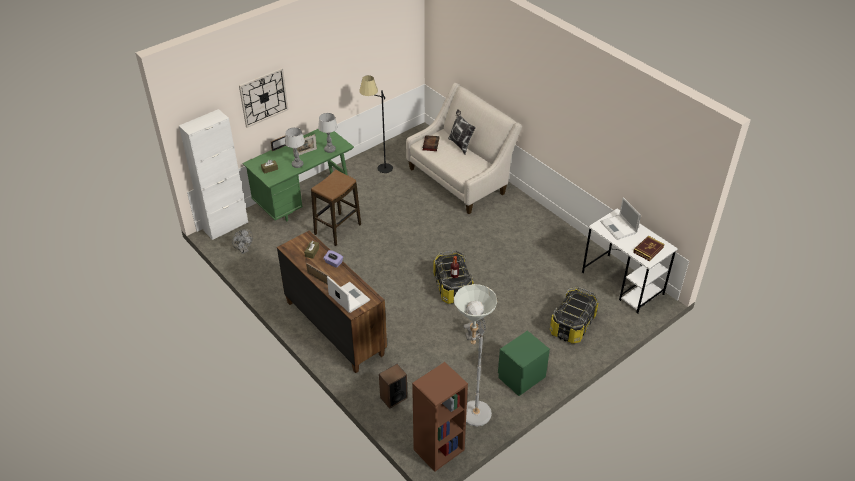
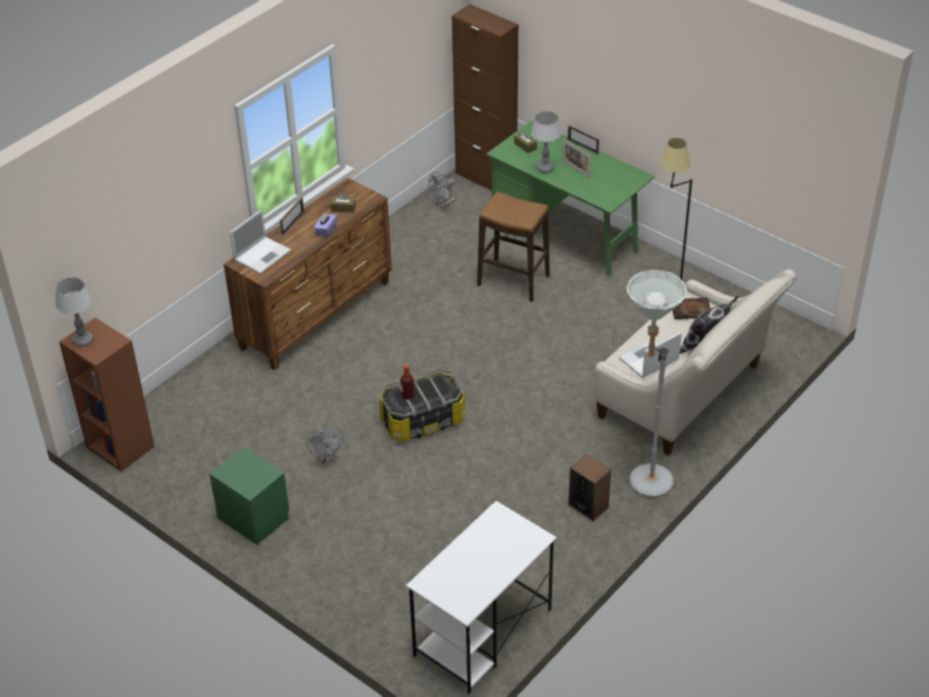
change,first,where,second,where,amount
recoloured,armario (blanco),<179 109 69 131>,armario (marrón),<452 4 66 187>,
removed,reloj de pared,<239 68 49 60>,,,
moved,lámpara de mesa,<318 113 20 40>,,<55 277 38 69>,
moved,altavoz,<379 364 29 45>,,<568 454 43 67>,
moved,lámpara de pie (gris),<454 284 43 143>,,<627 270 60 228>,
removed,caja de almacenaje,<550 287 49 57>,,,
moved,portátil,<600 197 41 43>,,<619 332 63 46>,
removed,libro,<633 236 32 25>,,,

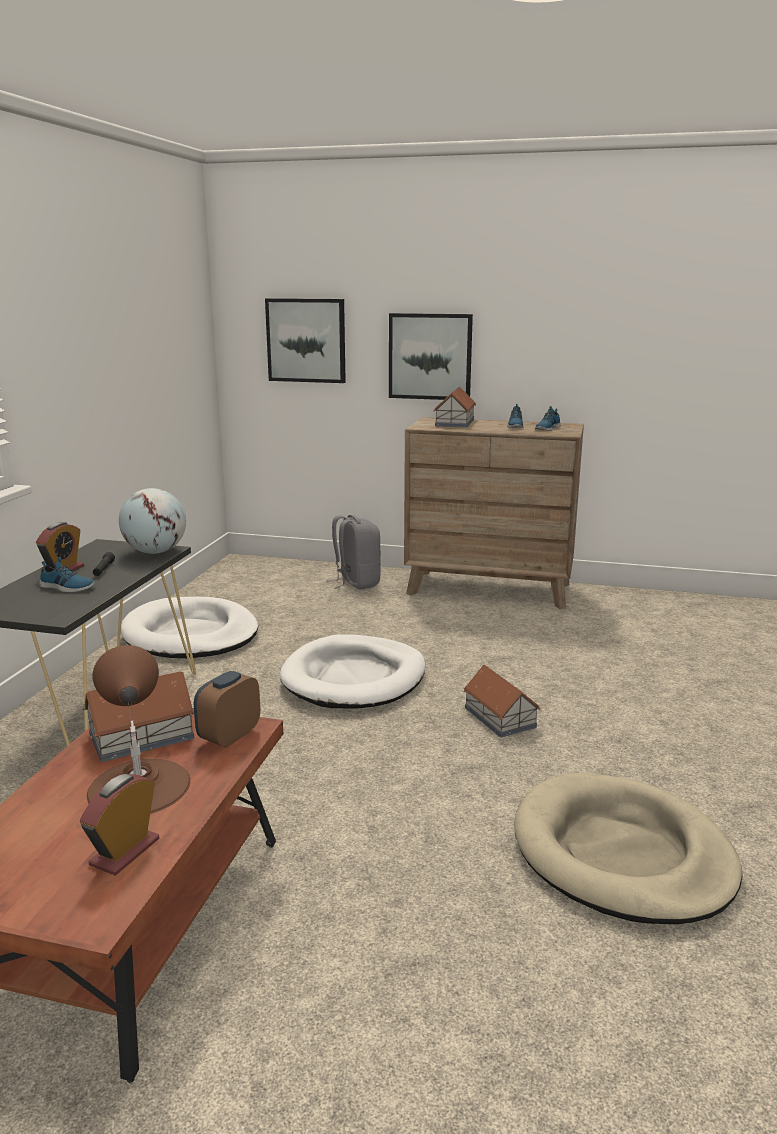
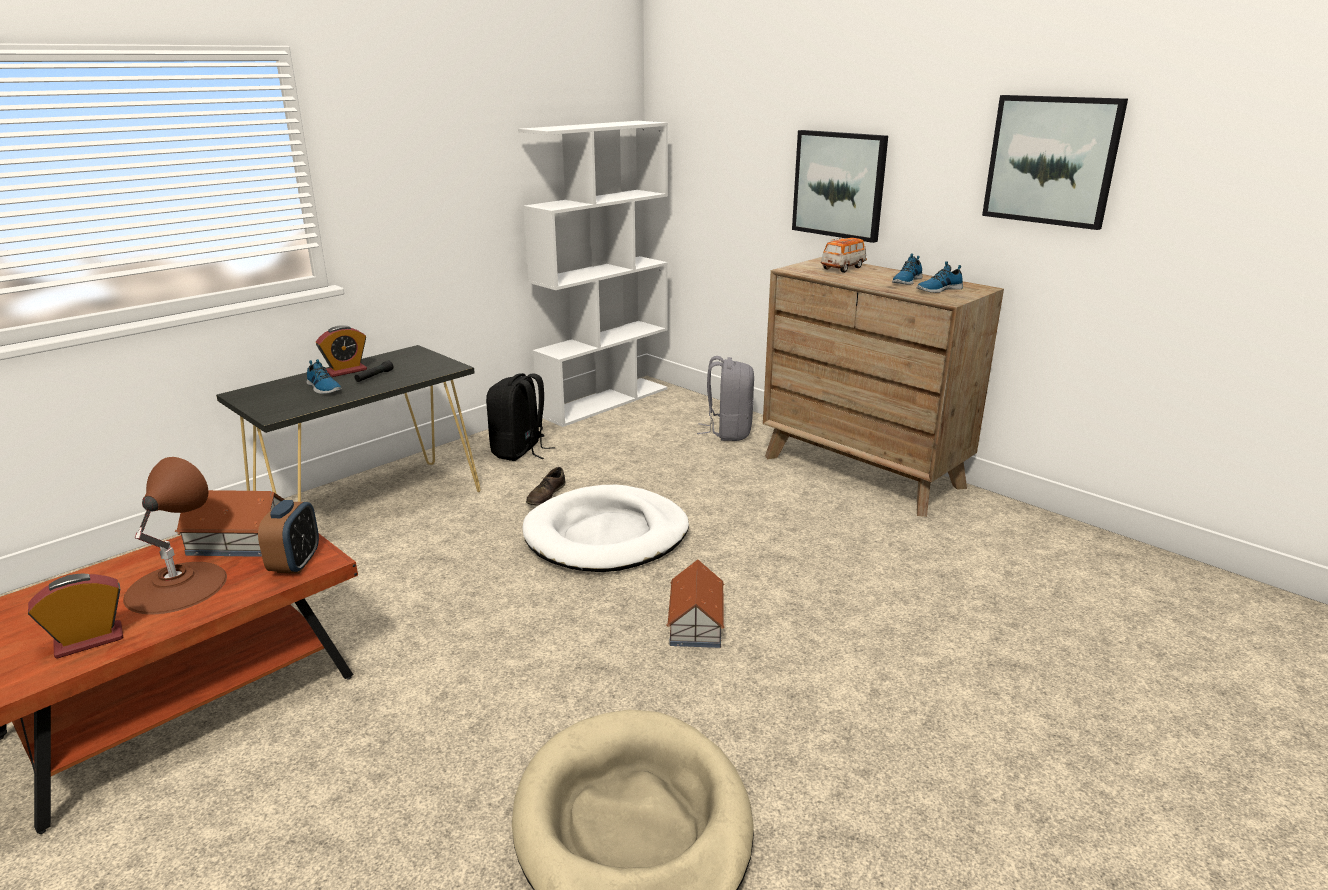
change,first,where,second,where,amount
removed,globo terráqueo,<119 488 67 66>,,,
replaced,cama para perro (blanco),<121 596 137 62>,mochila (negro),<486 373 70 88>,
turned,despertador,<194 671 66 77>,,<258 500 61 74>,120 degrees clockwise
moved,cuadro,<265 298 81 85>,,<982 95 146 135>,
replaced,casita,<434 386 42 42>,coche de juguete,<821 238 46 35>,
added,,,estantería (blanco),<518 121 150 306>,
added,,,zapato (marrón),<526 467 39 39>,

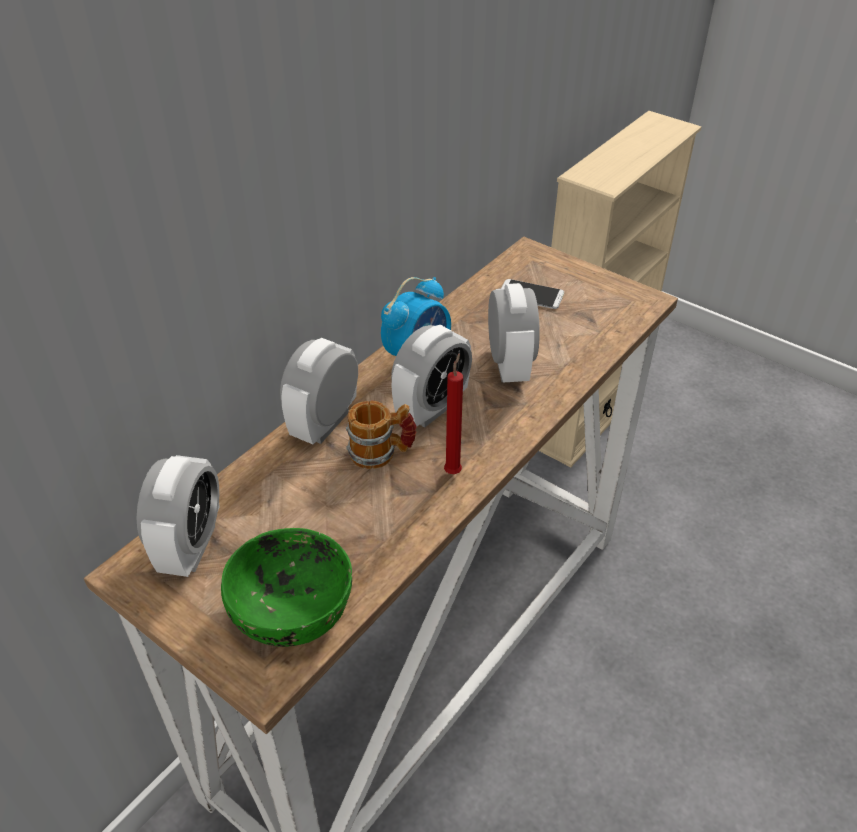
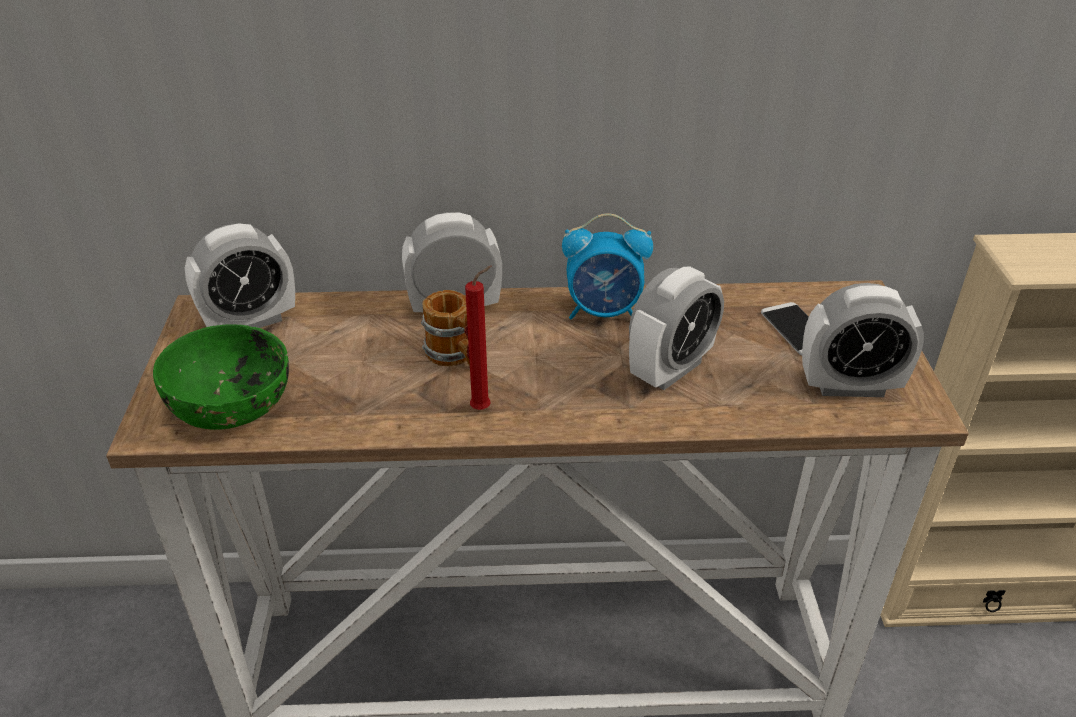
change,first,where,second,where,amount
moved,despertador,<391 325 81 103>,,<802 283 122 114>,

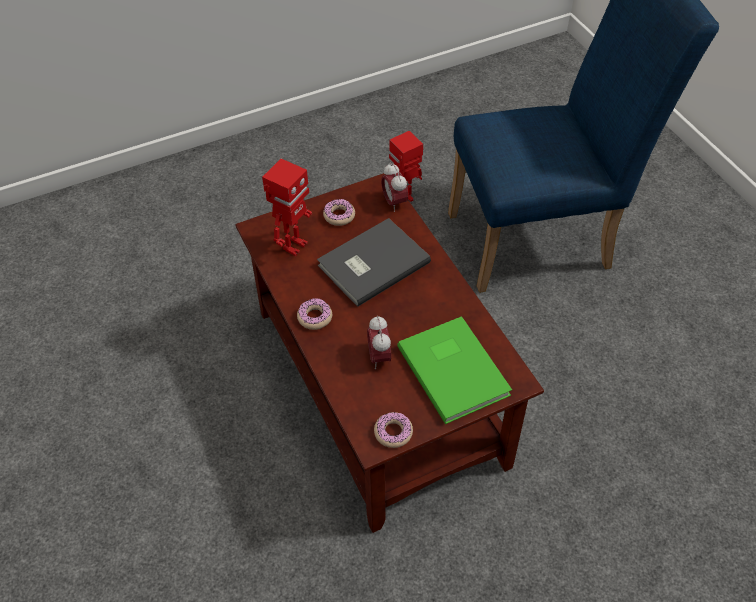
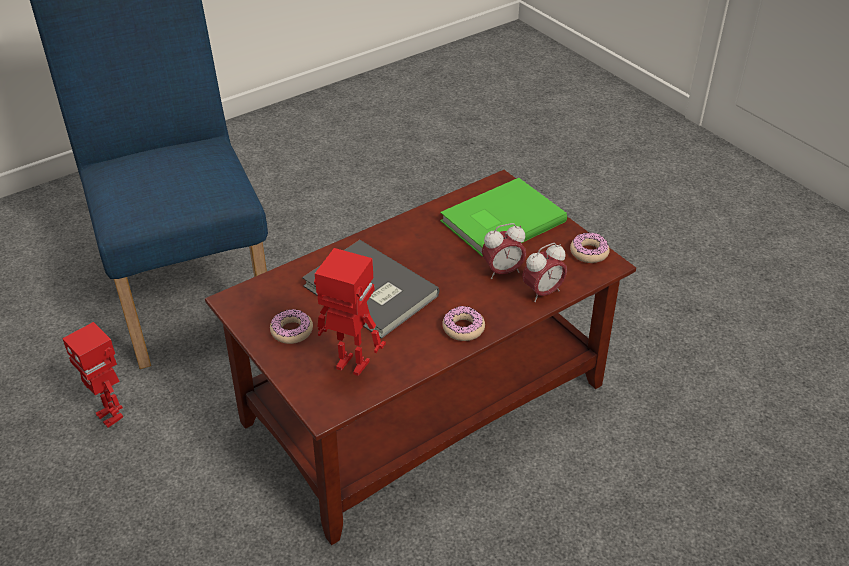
change,first,where,second,where,amount
moved,despertador,<381 163 27 49>,,<522 243 45 59>,

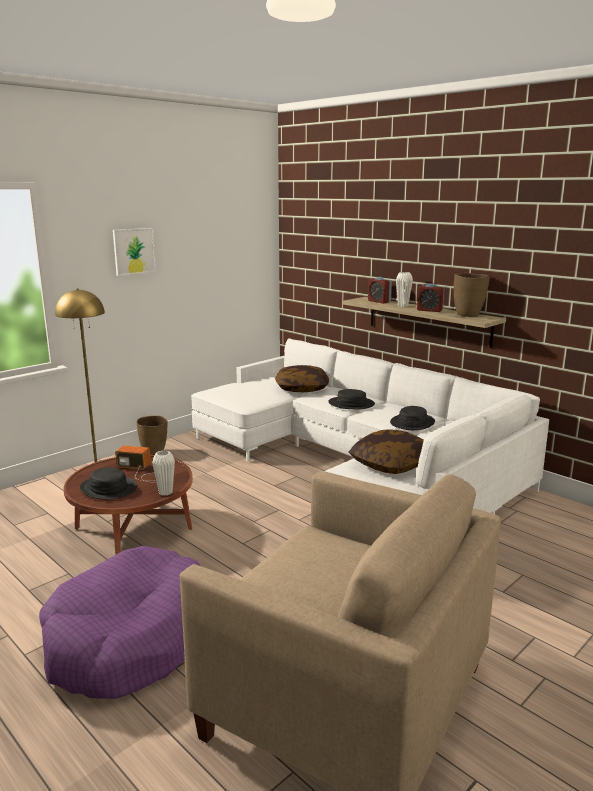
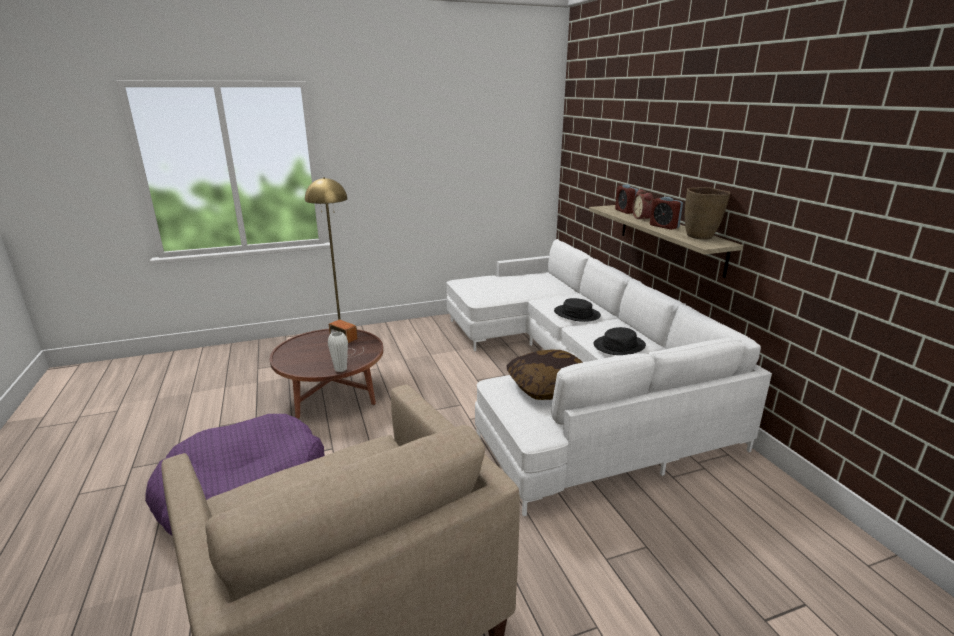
change,first,where,second,where,amount
removed,sombrero (negro),<80 467 57 33>,,,
removed,cuadro,<113 228 43 48>,,,
removed,florero (marrón),<136 415 31 40>,,,
removed,cojín,<275 365 54 27>,,,
replaced,florero (blanco),<396 272 17 35>,despertador,<632 189 22 32>,

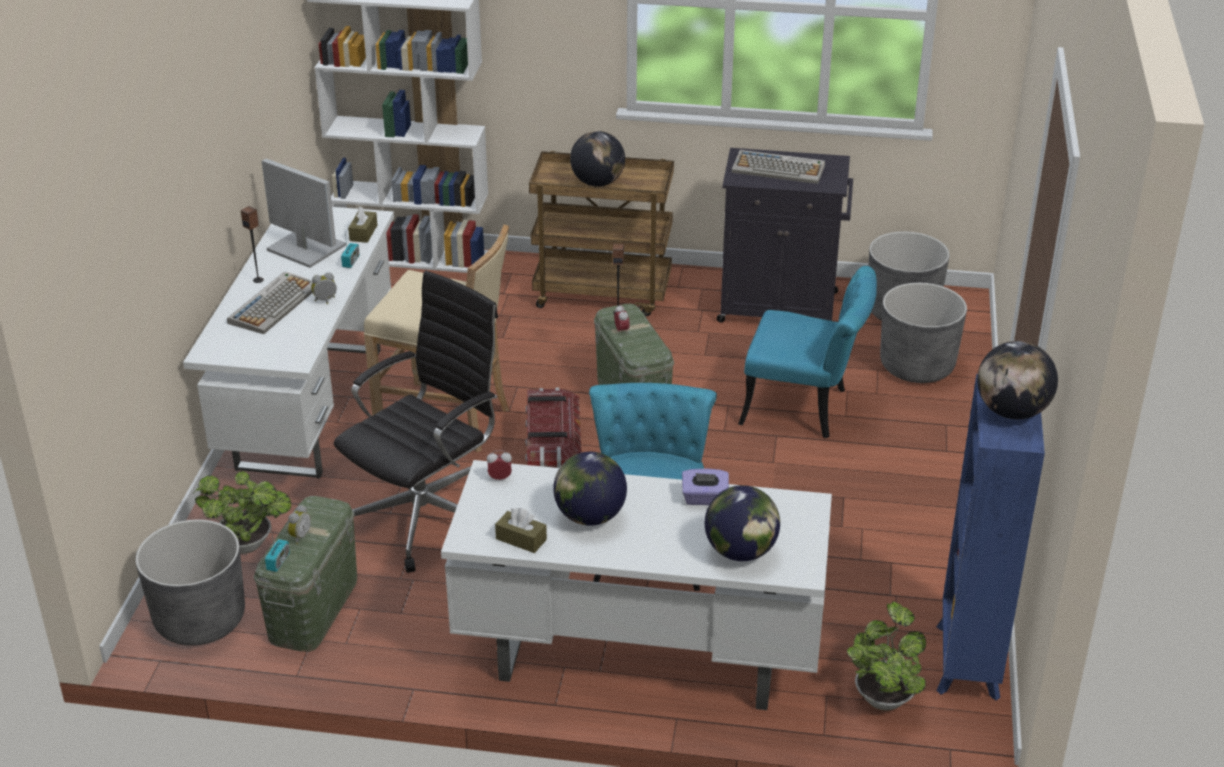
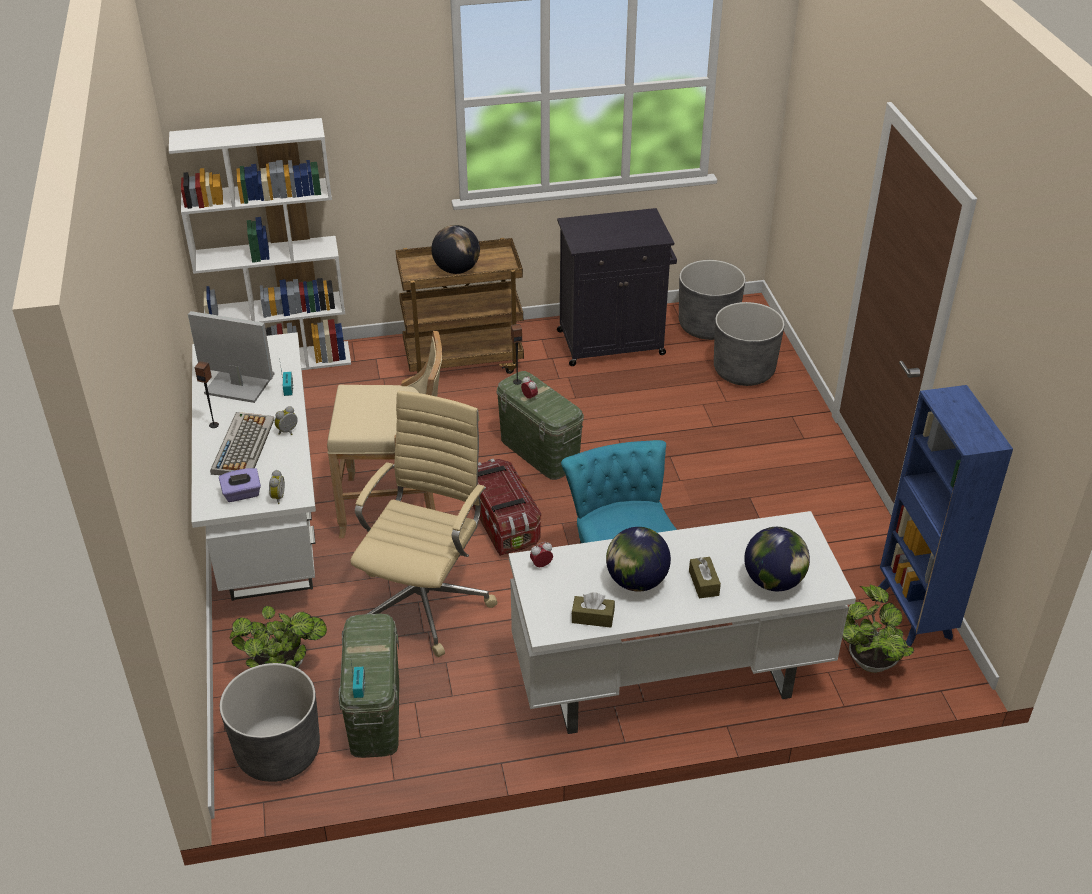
change,first,where,second,where,amount
moved,despertador,<287 505 24 39>,,<269 470 16 34>,
recoloured,silla de oficina (negro),<334 271 164 302>,silla de oficina (beis),<350 391 148 266>,
moved,caja de pañuelos (marrón),<348 206 29 37>,,<689 557 32 42>,
moved,caja de pañuelos (morado),<682 468 47 37>,,<219 468 42 34>,
removed,teclado,<732 150 93 34>,,,
removed,silla (turquesa),<738 266 139 172>,,,
removed,globo terráqueo,<977 341 81 78>,,,

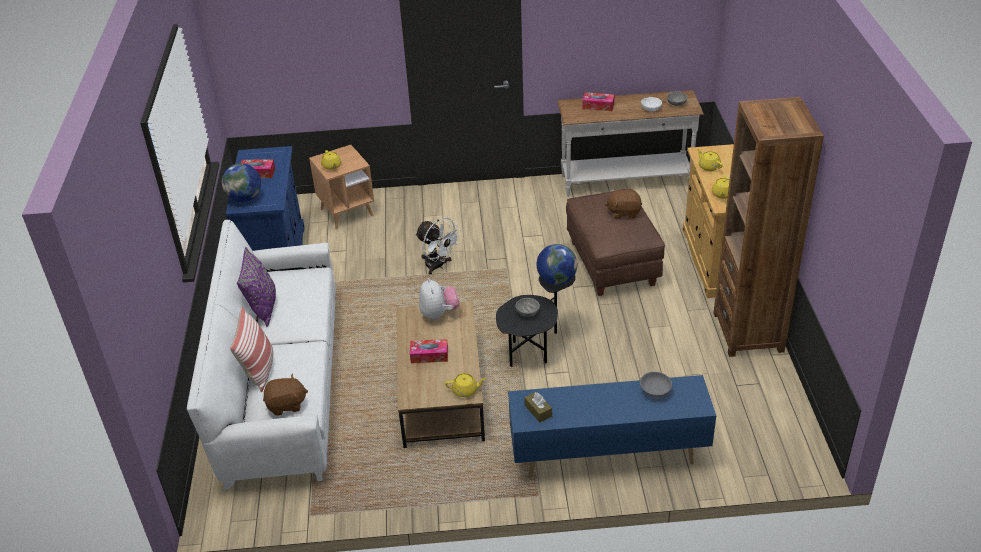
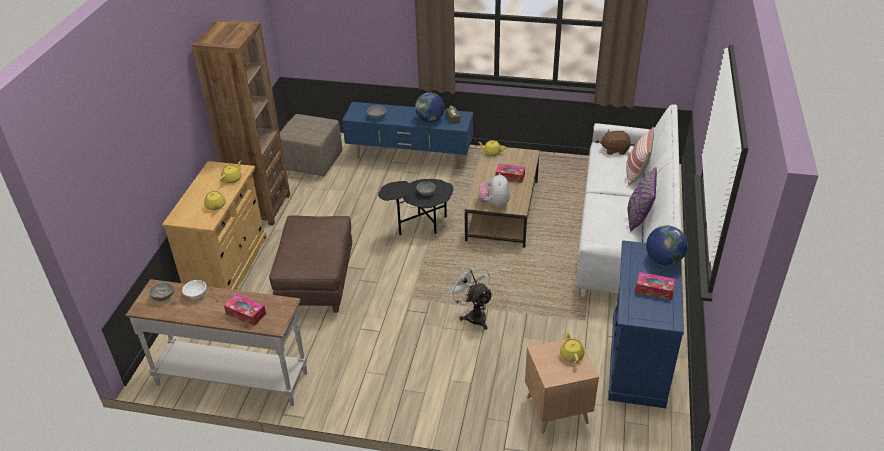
change,first,where,second,where,amount
moved,globo terráqueo,<536 244 41 41>,,<415 93 30 29>,
removed,peluche (marrón),<605 188 37 31>,,,
added,,,puf (beis),<280 114 63 62>,

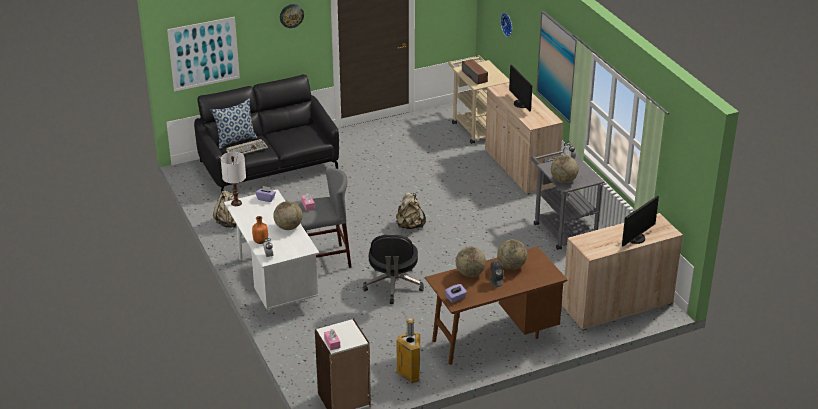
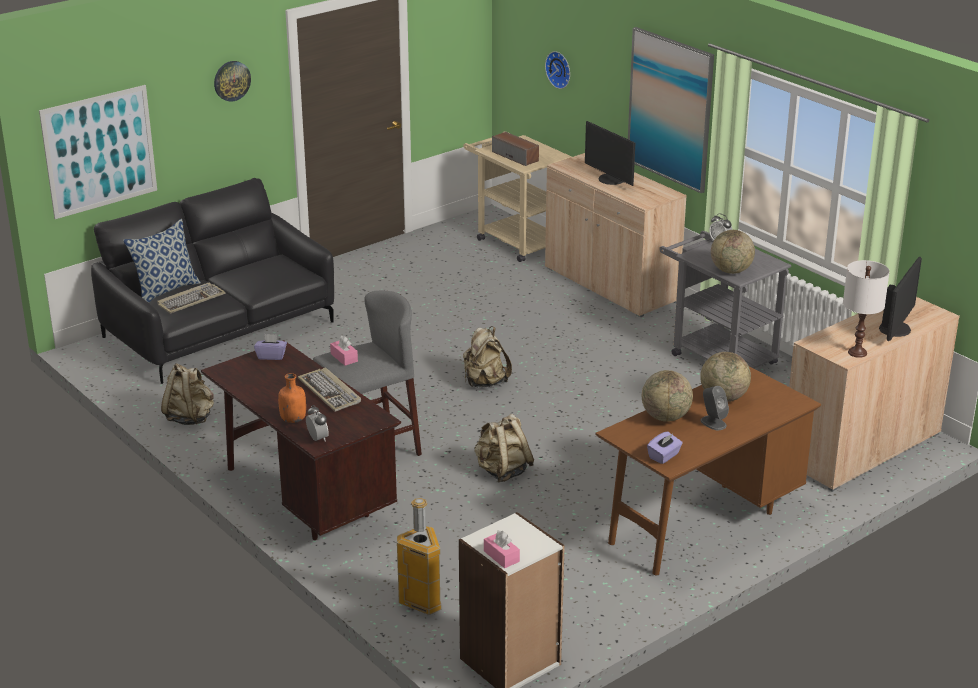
change,first,where,second,where,amount
moved,lámpara de mesa (blanco),<221 152 25 54>,,<843 260 47 98>,
recoloured,escritorio (blanco),<224 189 95 122>,escritorio (marrón),<201 340 200 200>,
replaced,globo terráqueo,<273 201 29 29>,teclado,<298 367 63 45>,
replaced,silla de oficina (negro),<363 235 61 69>,mochila (beis),<474 414 60 68>,
moved,papelera,<397 317 23 66>,,<397 498 45 117>,

